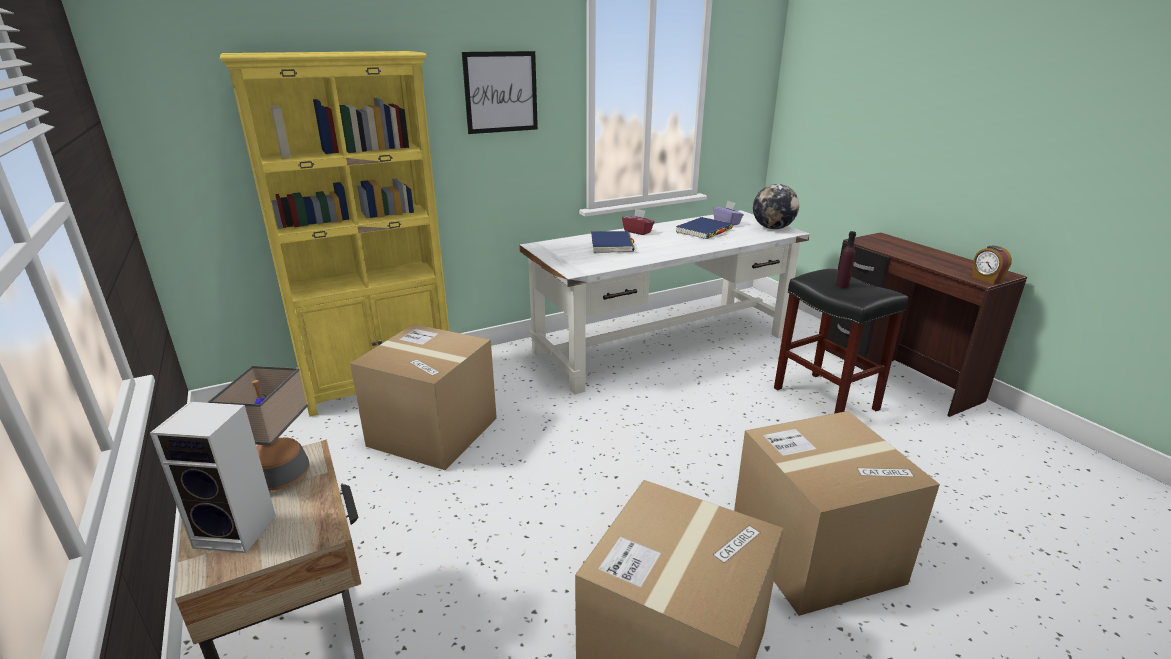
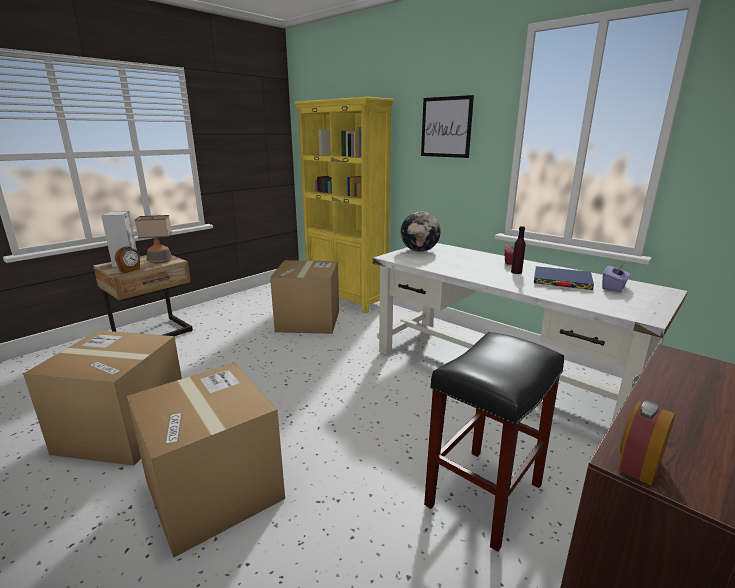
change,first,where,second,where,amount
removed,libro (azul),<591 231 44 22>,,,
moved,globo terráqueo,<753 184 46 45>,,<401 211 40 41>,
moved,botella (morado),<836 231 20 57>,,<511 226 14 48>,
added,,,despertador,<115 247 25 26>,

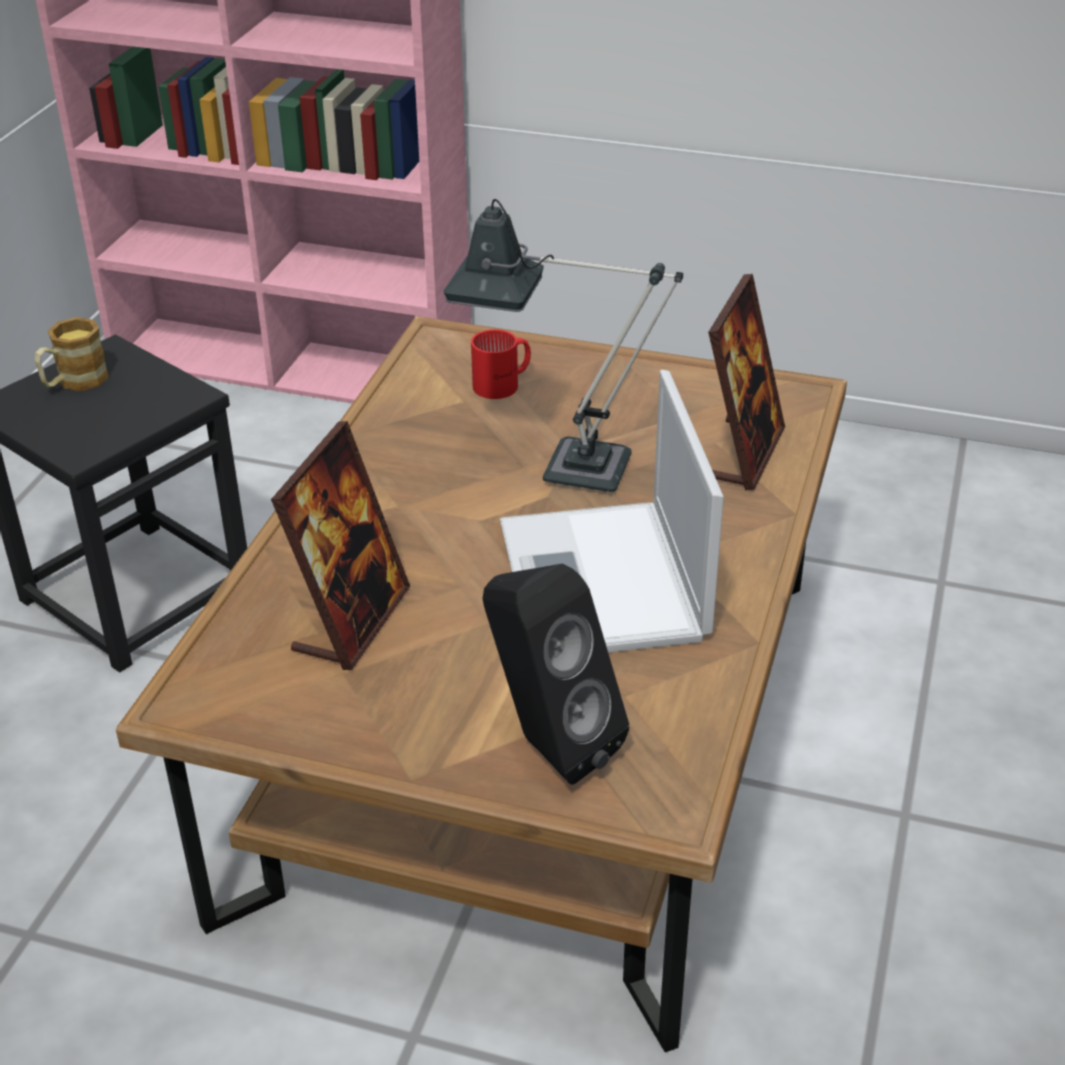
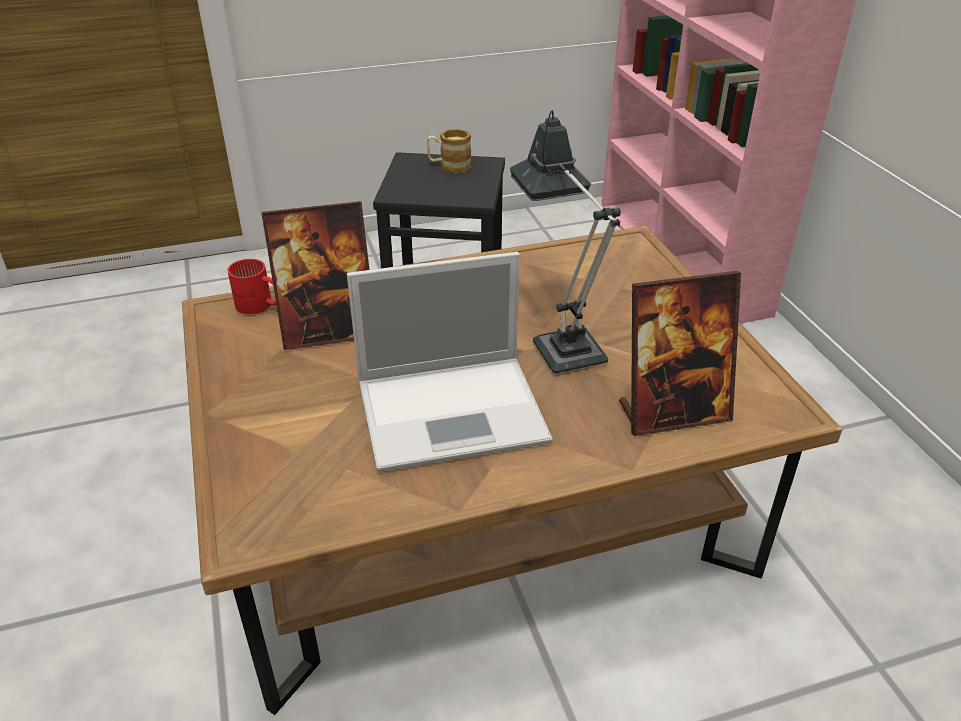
change,first,where,second,where,amount
moved,taza grande (rojo),<471 329 60 70>,,<227 259 49 55>,
removed,altavoz (negro),<482 564 147 221>,,,
turned,portátil,<500 370 224 283>,,<347 252 206 220>,150 degrees counterclockwise

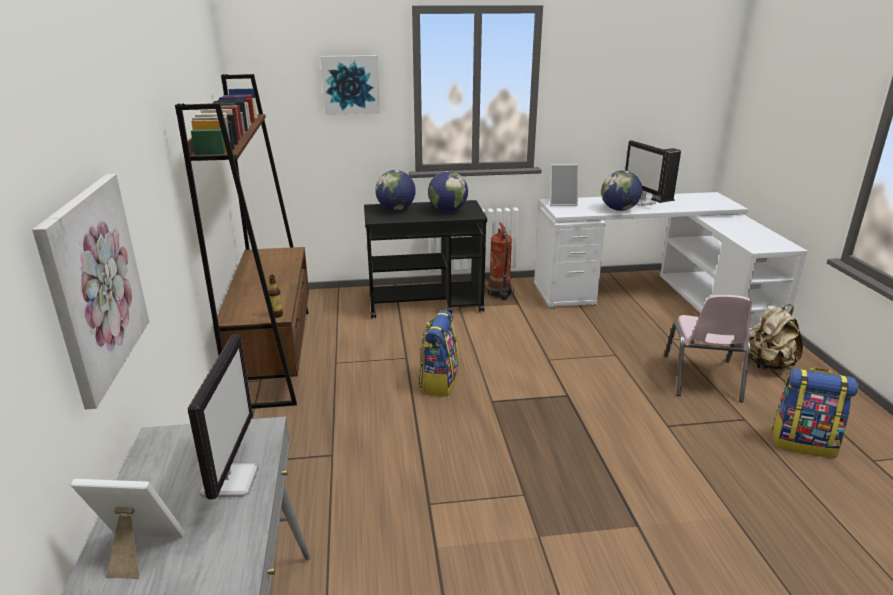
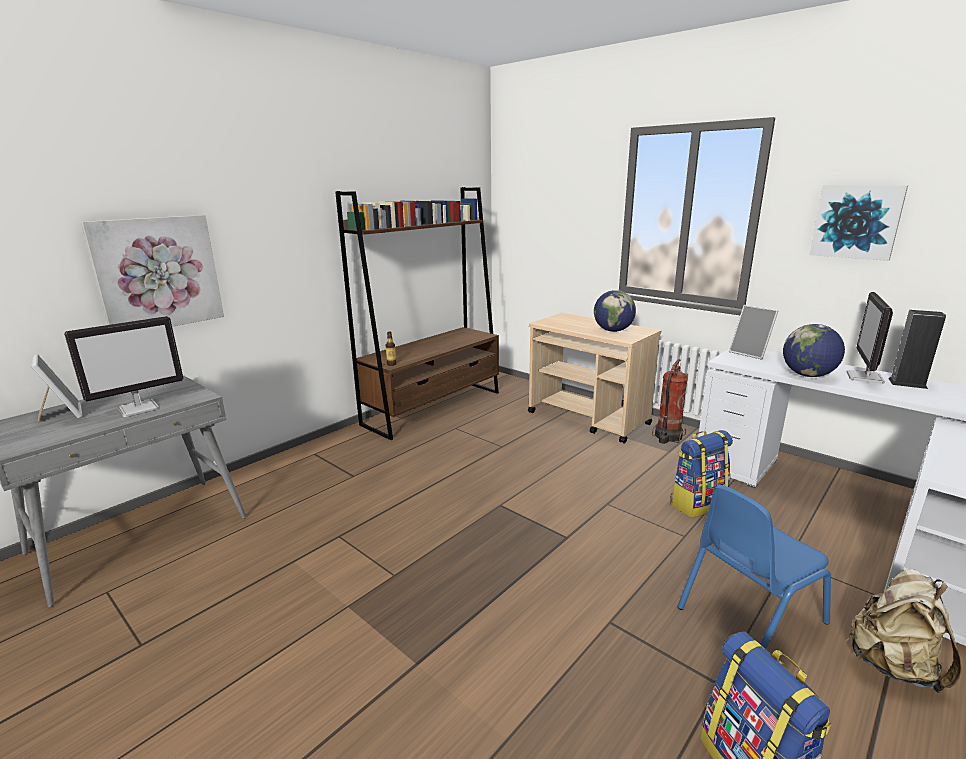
change,first,where,second,where,amount
moved,cuadro,<320 55 60 60>,,<809 185 99 76>,
recoloured,carrito (negro),<364 200 123 119>,carrito (beis),<528 313 133 131>,
removed,globo terráqueo,<375 170 41 41>,,,
moved,mochila,<418 310 41 87>,,<670 430 63 88>,
recoloured,silla (rosa),<664 295 88 107>,silla (azul),<677 485 154 164>,

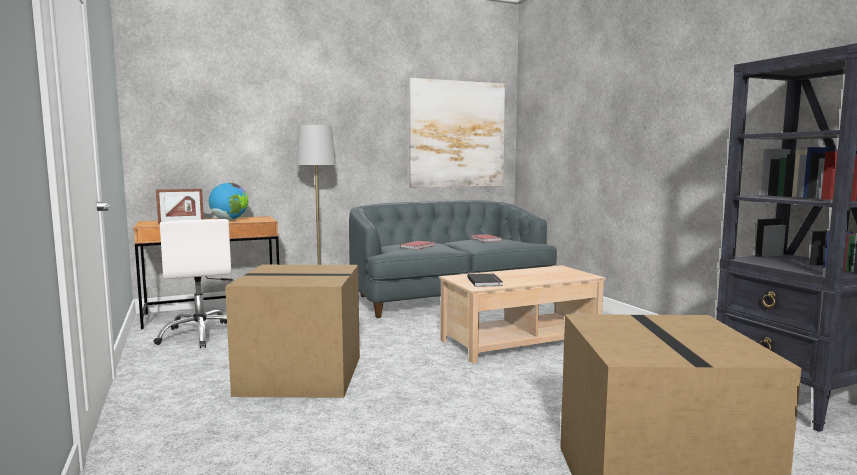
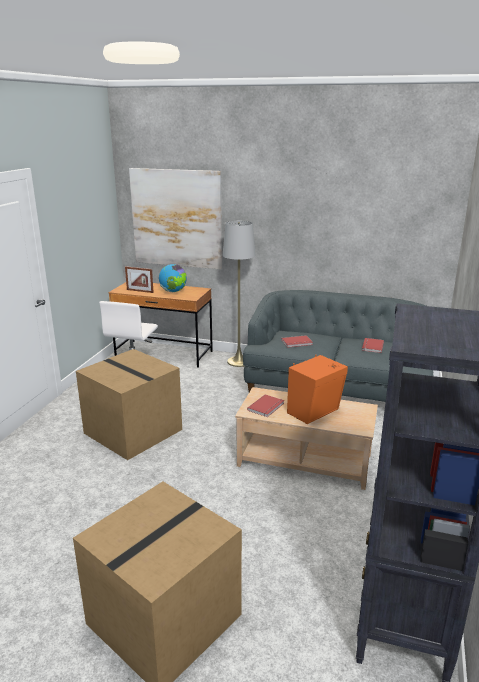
change,first,where,second,where,amount
moved,cuadro,<409 78 96 110>,,<129 168 93 101>,
recoloured,libro (negro),<467 273 36 14>,libro (rojo),<247 394 37 23>,
added,,,altavoz (naranja),<287 355 61 69>,

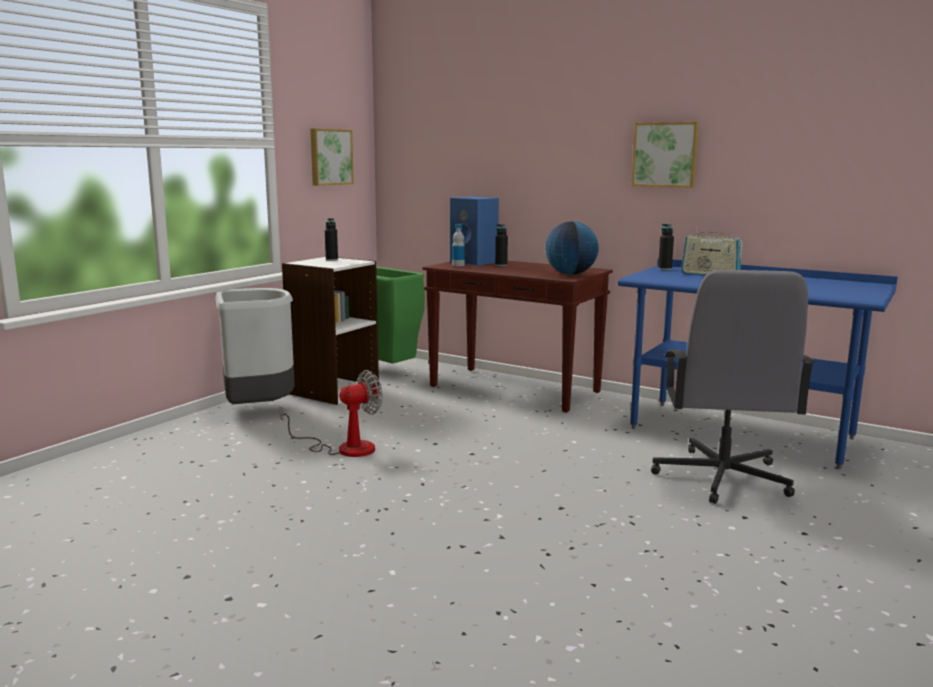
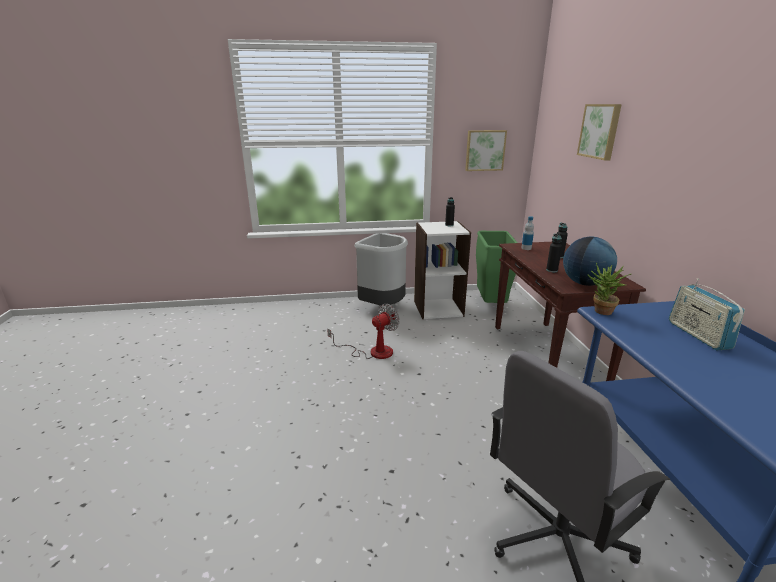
change,first,where,second,where,amount
turned,ventilador,<279 370 104 87>,,<327 304 73 55>,60 degrees counterclockwise
removed,altavoz (azul),<450 197 49 69>,,,
moved,cuadro,<631 122 68 66>,,<577 104 45 56>,
moved,botella (negro),<658 224 16 46>,,<546 234 16 38>,
added,,,planta en maceta,<588 262 43 53>,

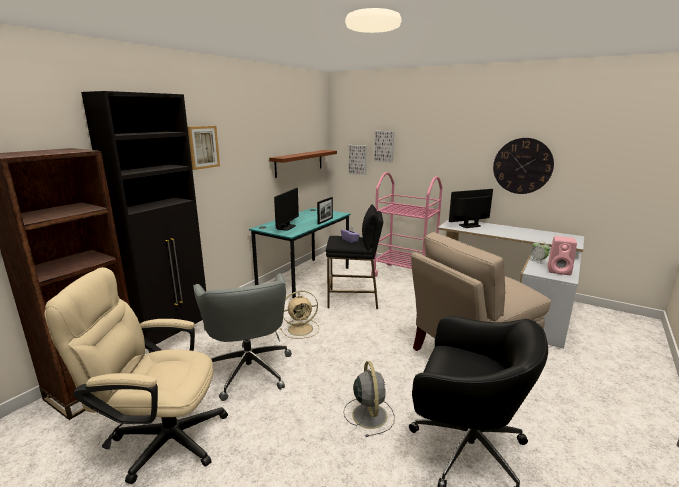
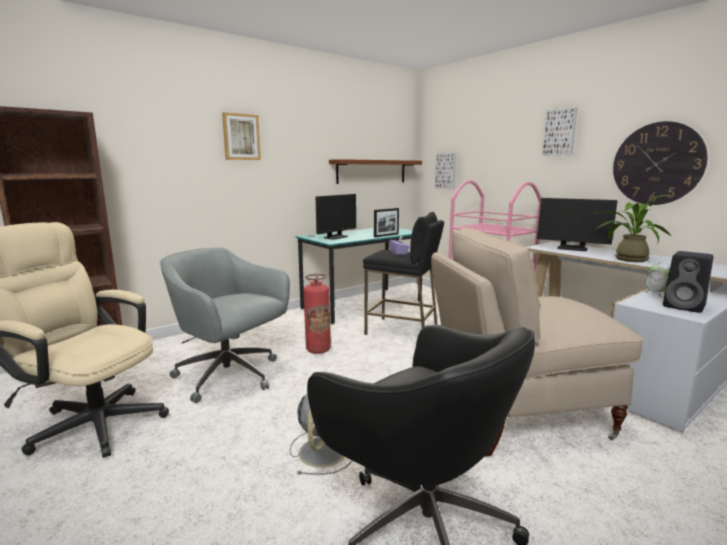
change,first,where,second,where,amount
removed,armario (negro),<81 91 125 262>,,,
turned,silla de oficina (gris),<193 273 99 128>,,<160 247 130 156>,120 degrees clockwise
replaced,ventilador (beis),<280 291 39 48>,extintor,<303 274 28 80>,
moved,cuadro,<374 131 20 32>,,<542 107 36 49>,
turned,monitor,<449 189 44 39>,,<537 198 81 53>,150 degrees counterclockwise
recoloured,altavoz (rosa),<548 236 29 39>,altavoz (negro),<663 251 50 62>,
added,,,planta en maceta,<593 195 79 67>,

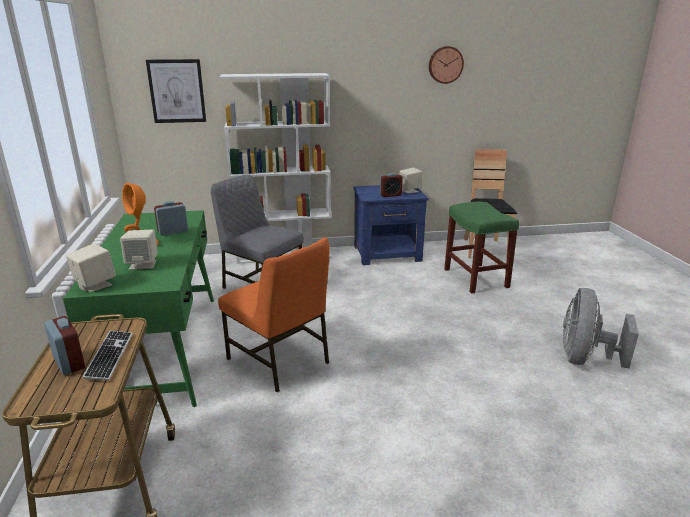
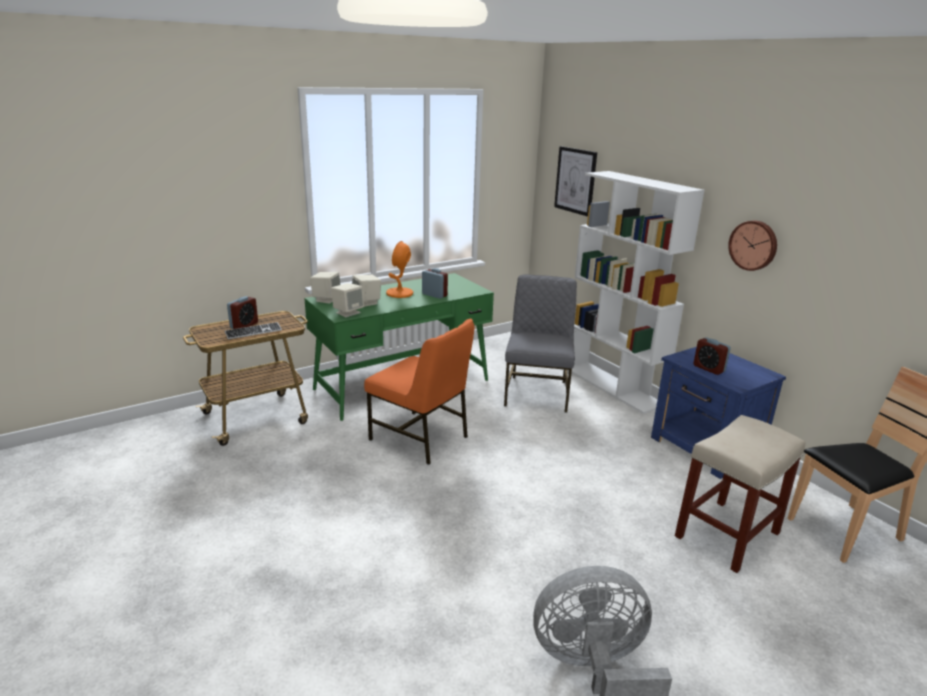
change,first,where,second,where,amount
turned,silla (naranja),<218 237 112 155>,,<364 319 110 146>,75 degrees counterclockwise
moved,altavoz (beis),<399 167 23 26>,,<331 283 33 34>,
moved,reloj de pared,<429 46 35 38>,,<728 221 49 50>,
recoloured,taburete (verde),<444 202 75 92>,taburete (beis),<675 415 130 158>,

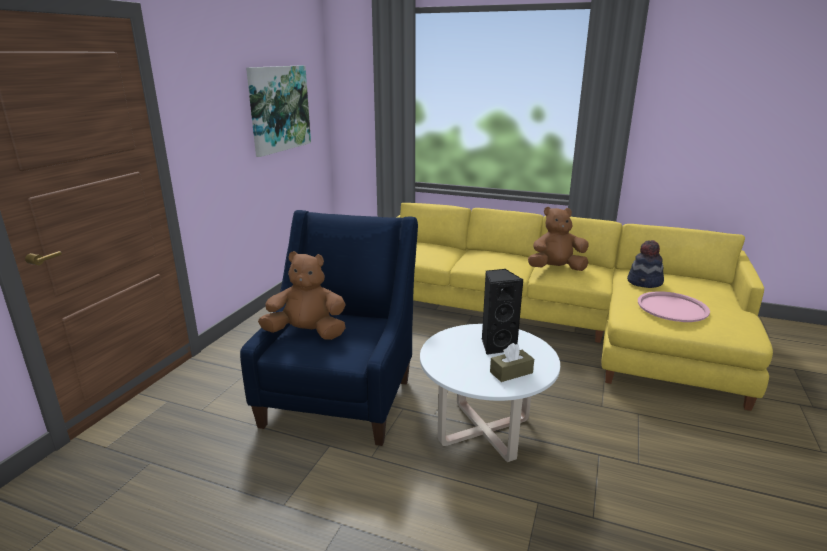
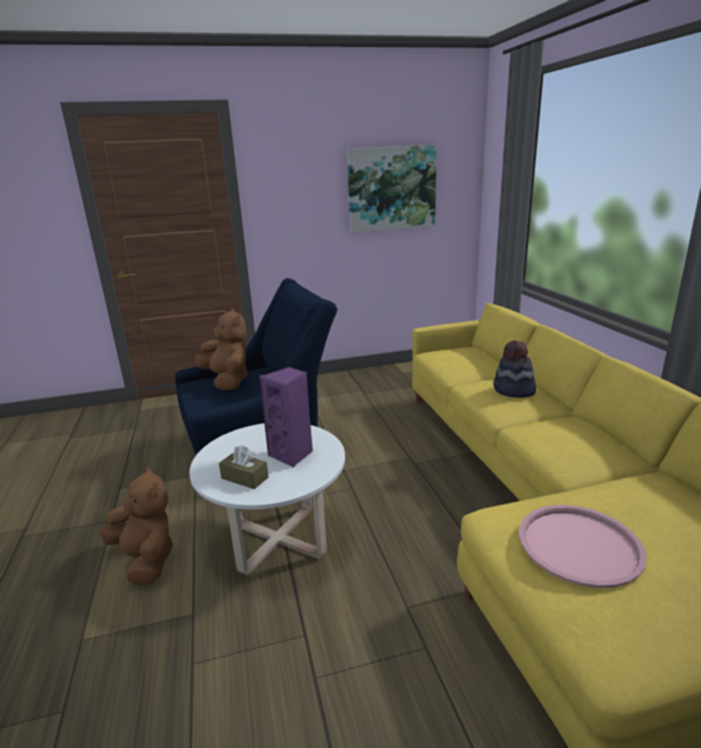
change,first,where,second,where,amount
recoloured,altavoz (negro),<482 269 41 86>,altavoz (morado),<259 367 54 101>,
moved,peluche (marrón),<528 207 61 64>,,<100 467 74 118>,
moved,sombrero,<627 240 37 48>,,<493 341 43 57>,

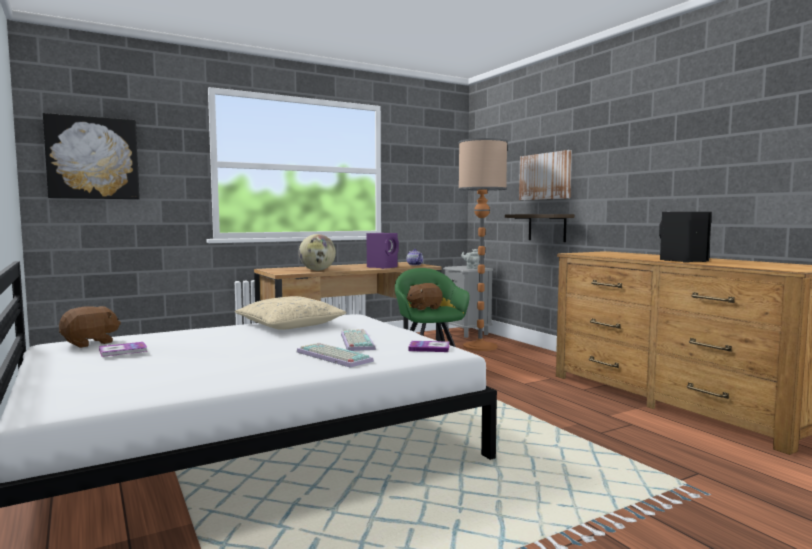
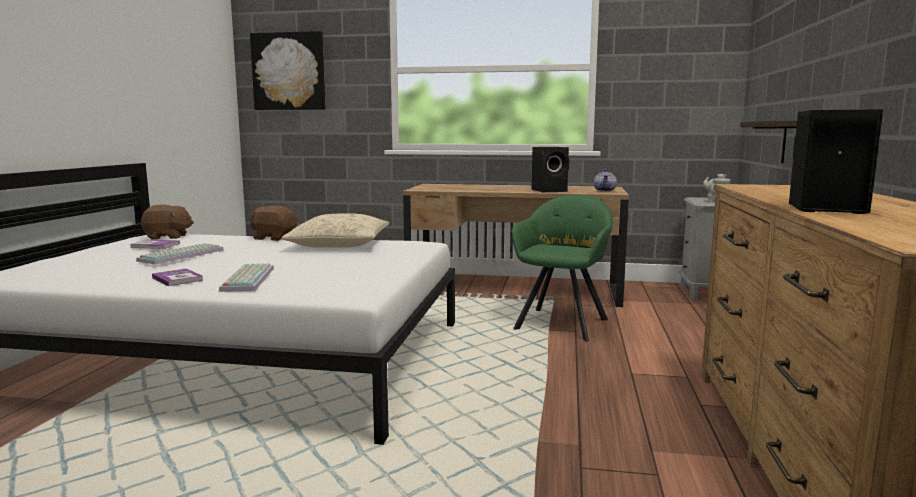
change,first,where,second,where,amount
removed,globo terráqueo,<299 234 37 37>,,,
moved,teclado,<341 329 35 22>,,<136 243 88 21>,
recoloured,altavoz (morado),<367 233 32 36>,altavoz (negro),<532 147 37 45>,
moved,peluche (marrón),<407 283 36 27>,,<250 206 47 35>,
moved,libro,<408 341 42 11>,,<152 268 52 18>,
removed,lámpara de pie,<458 138 50 213>,,,
removed,cuadro,<519 150 53 50>,,,

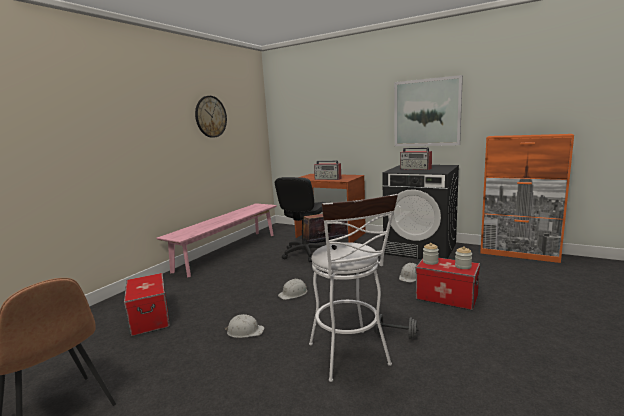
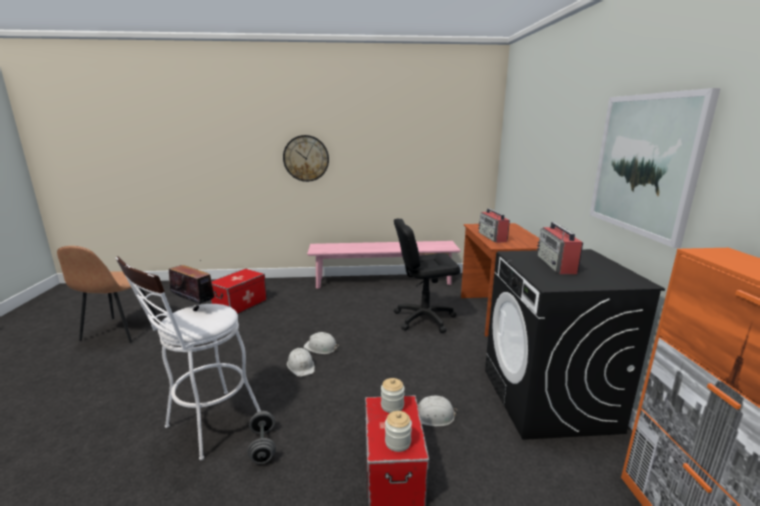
change,first,where,second,where,amount
moved,reloj de pared,<195 96 32 42>,,<283 135 46 47>,
moved,casco (blanco),<225 314 40 24>,,<287 348 28 29>,

